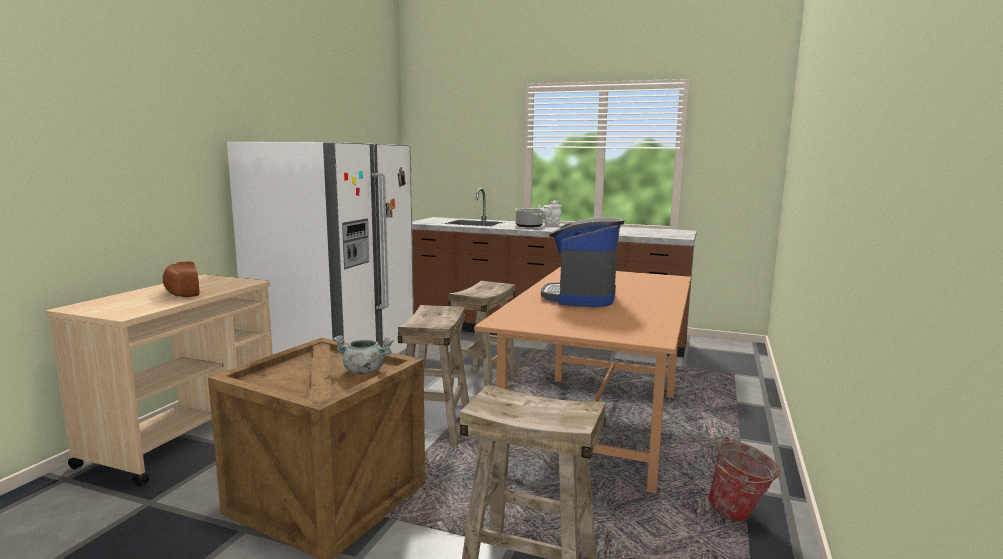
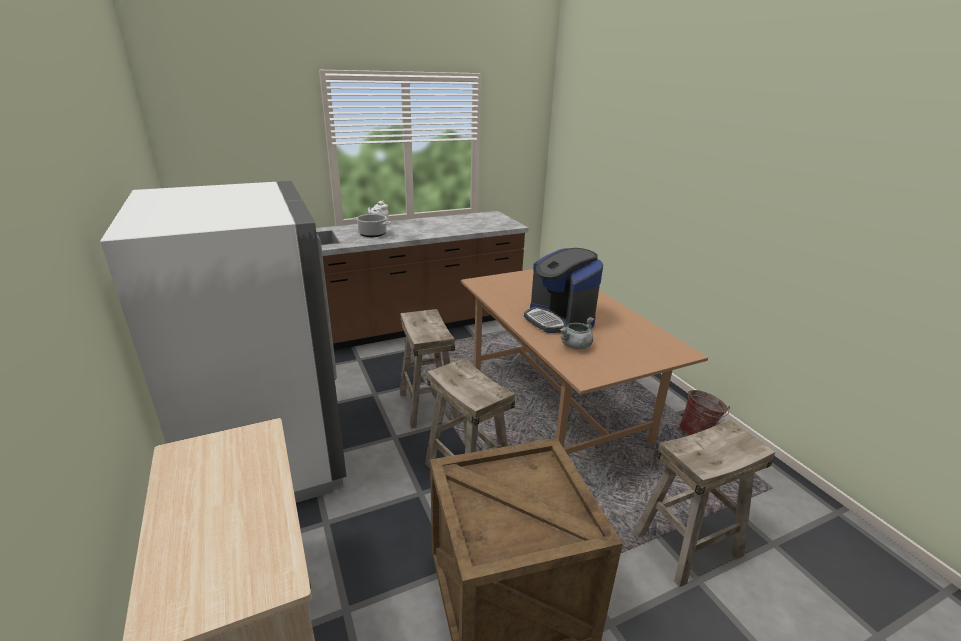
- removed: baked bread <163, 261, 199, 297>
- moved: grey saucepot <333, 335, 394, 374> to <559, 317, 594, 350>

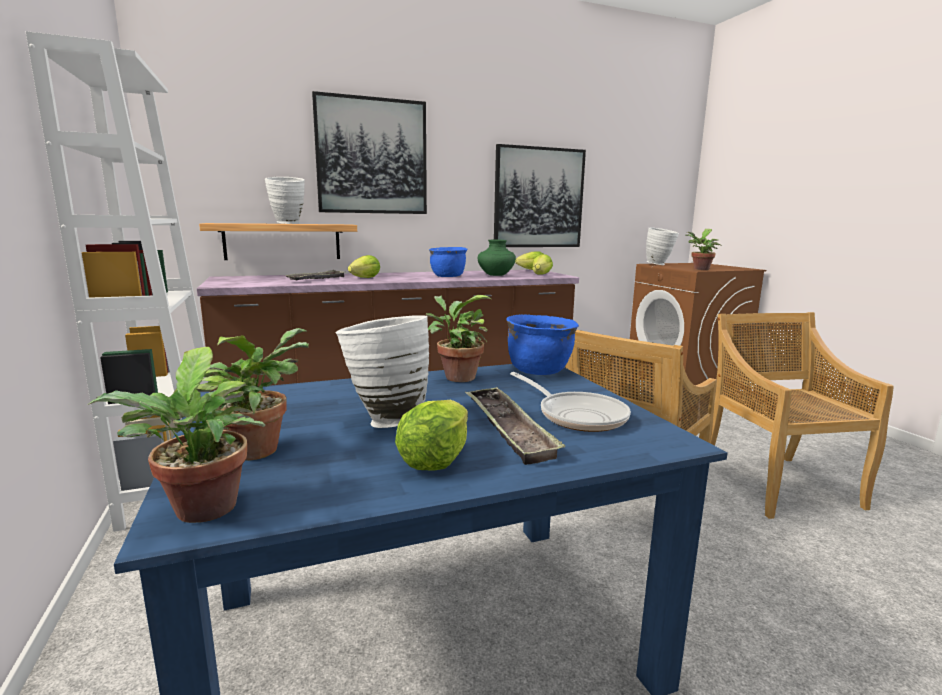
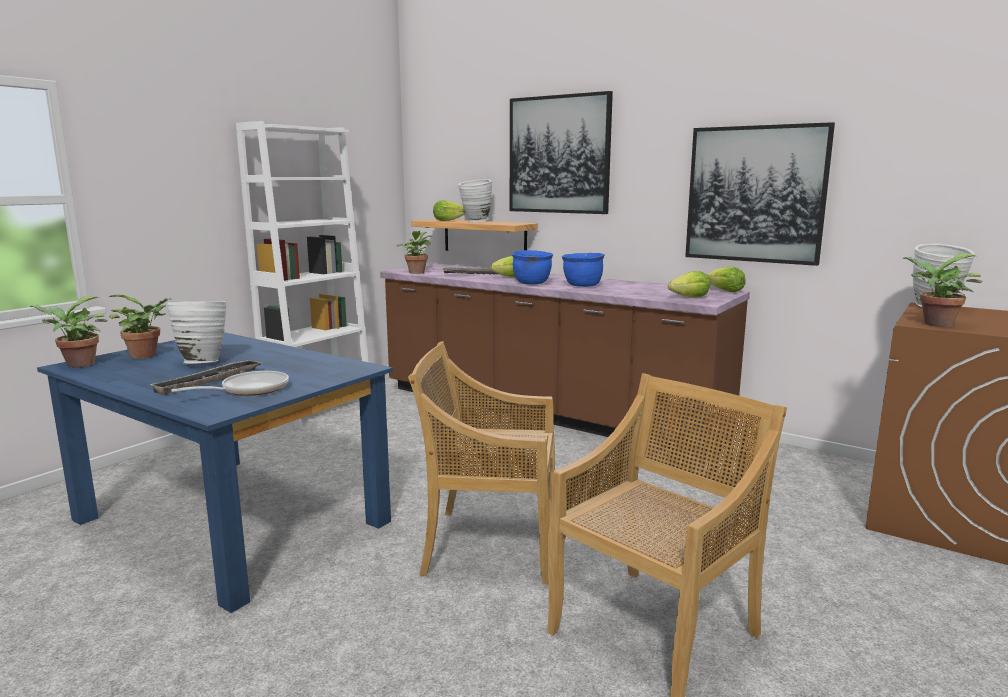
- moved: lettuce head <395, 400, 468, 470> to <433, 200, 466, 221>
- moved: potted plant <426, 295, 491, 382> to <396, 231, 433, 274>
- removed: green-coloured vase <478, 239, 516, 276>
- moved: blue saucepot <507, 314, 579, 375> to <512, 250, 553, 285>
- turned: skillet <510, 372, 631, 432> = <171, 371, 289, 396> 150 degrees counterclockwise

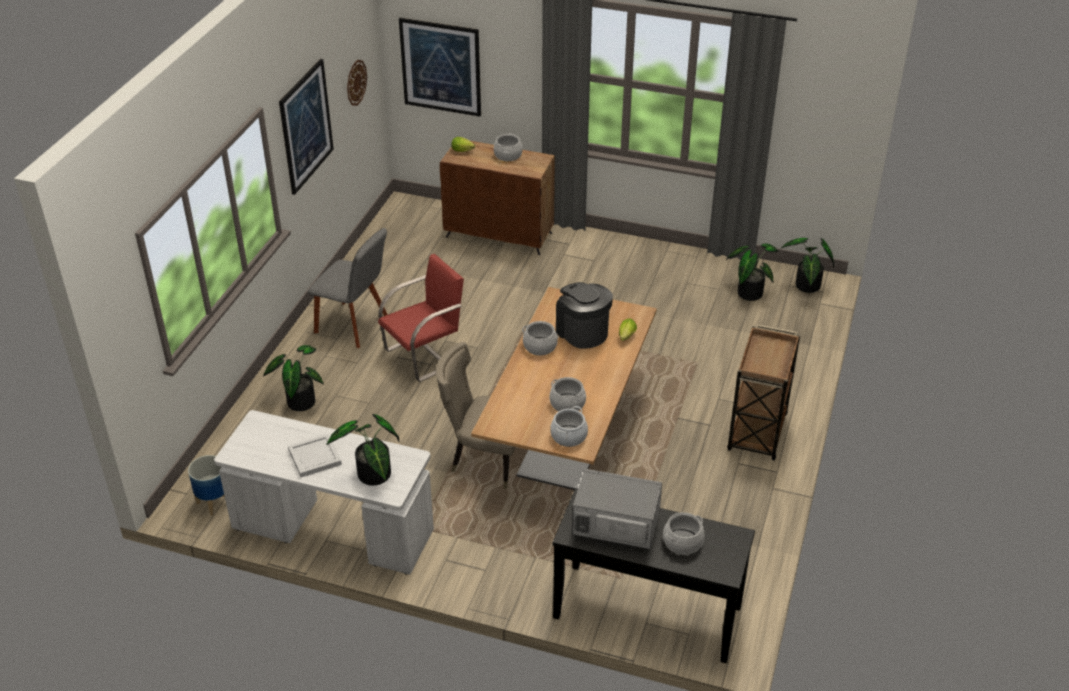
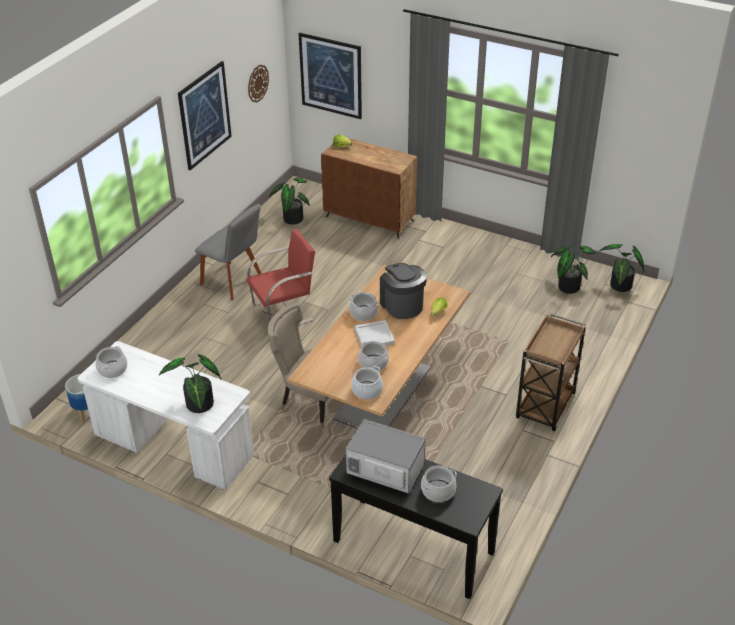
- moved: potted plant <263, 345, 324, 411> to <269, 178, 310, 225>
- moved: white-coloured carrying tray <288, 434, 342, 477> to <354, 320, 395, 346>
- moved: saucepot <494, 134, 523, 161> to <95, 346, 127, 378>

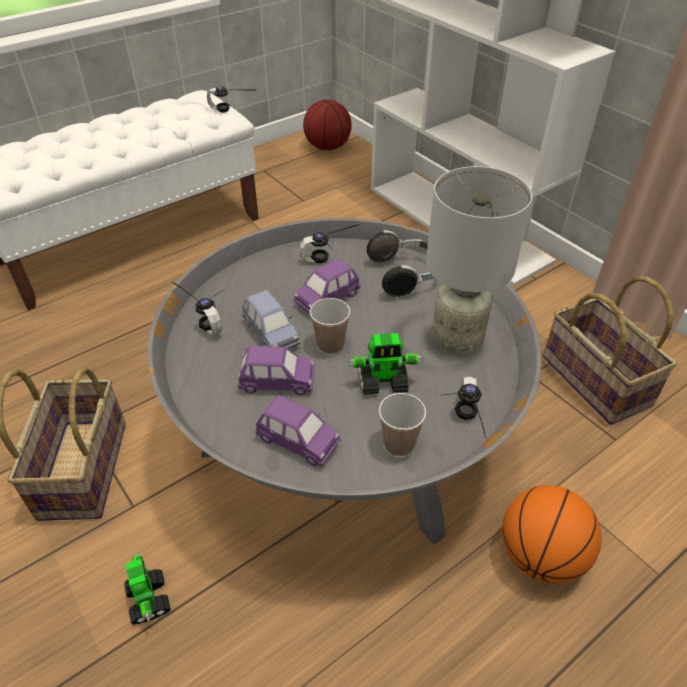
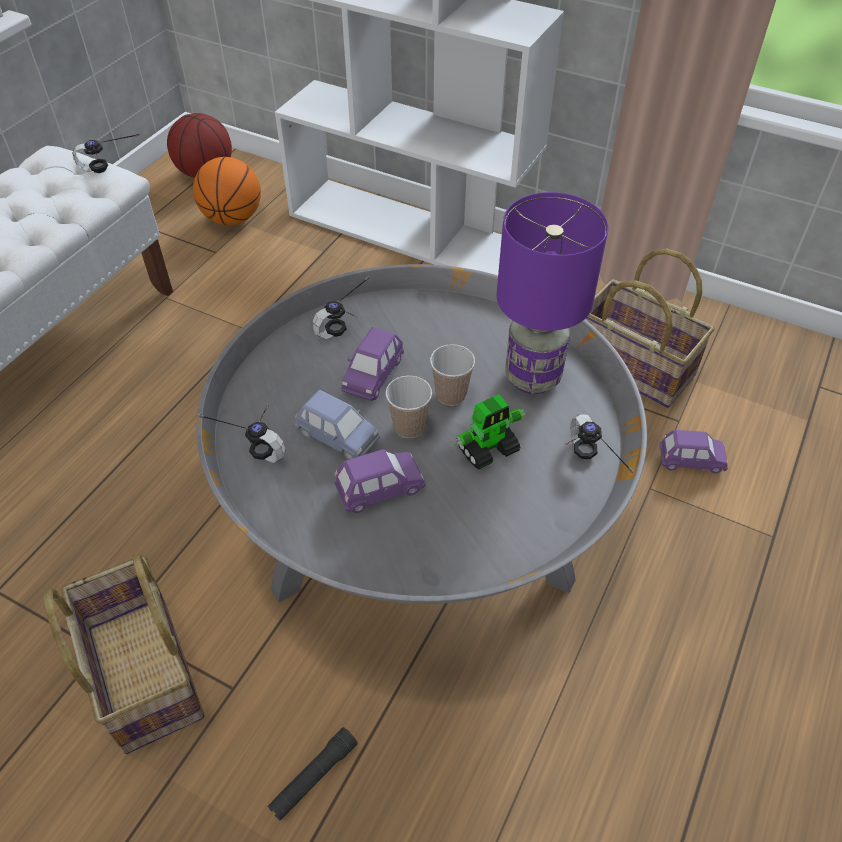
- replaced: toy robot <124, 552, 171, 625> to black-coloured torch <268, 727, 358, 820>
- moved: purple-coloured miniature car <255, 395, 341, 466> to <659, 430, 728, 473>
- removed: pair of headphones <367, 230, 434, 298>
- moved: cup <379, 393, 426, 456> to <430, 344, 475, 406>
- recoloured: grey lamp for a table <426, 166, 532, 355> to purple-coloured lamp for a table <496, 192, 608, 394>
- moved: basketball ball <502, 485, 602, 584> to <193, 157, 261, 225>

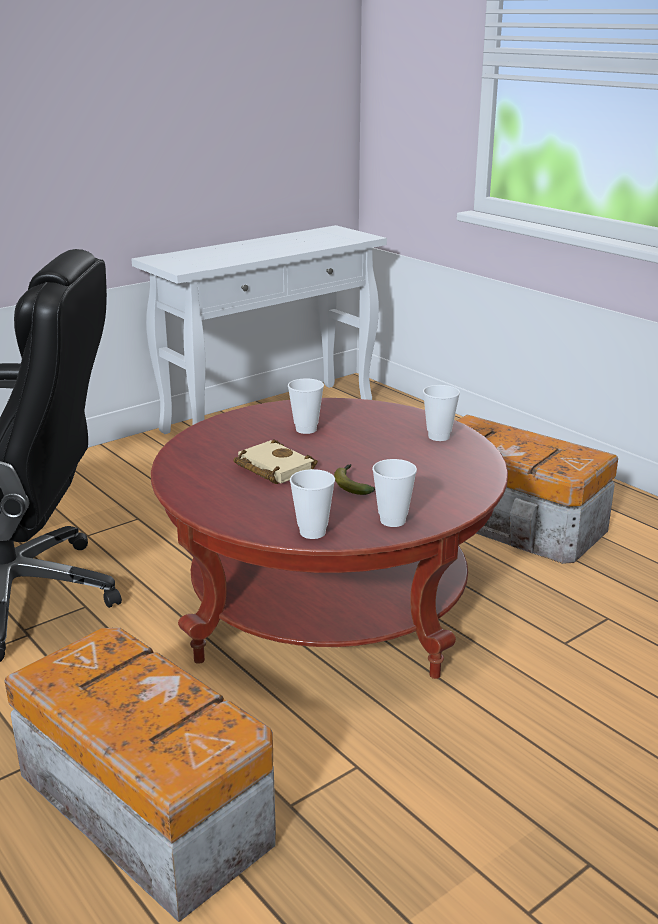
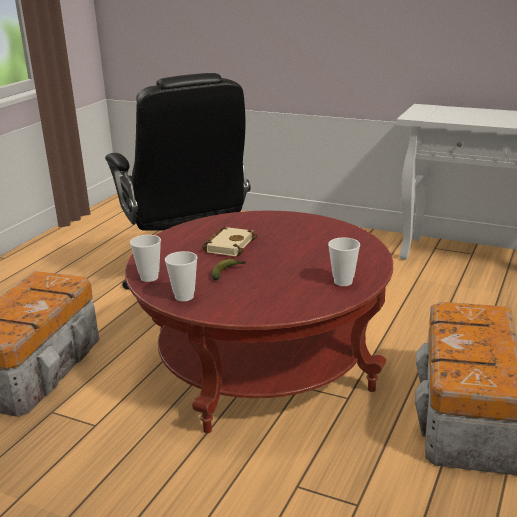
- removed: cup <288, 378, 324, 434>

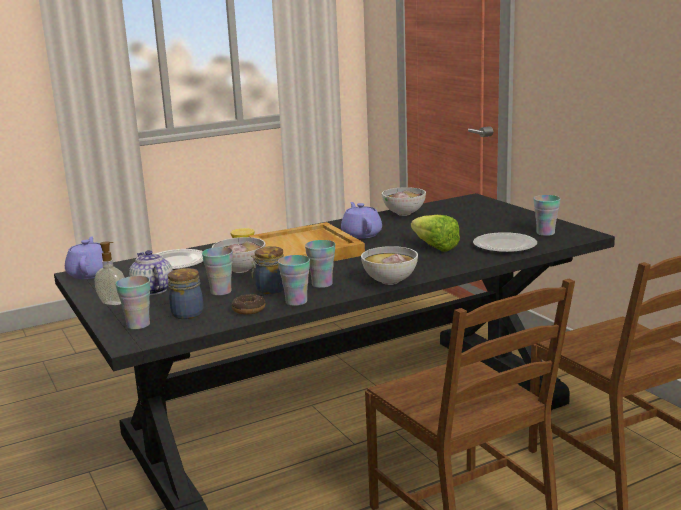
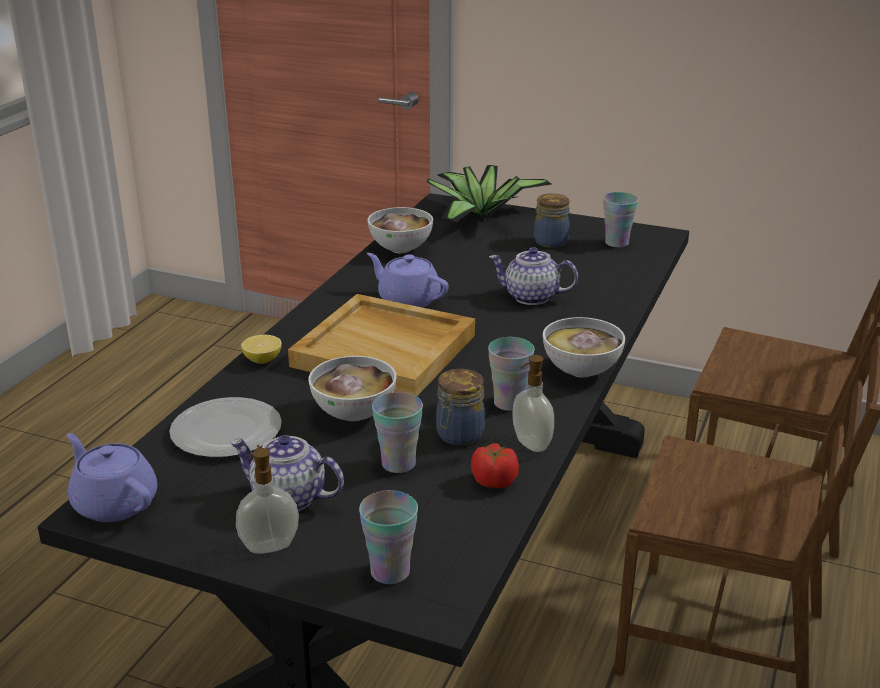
- moved: storage jar <168, 268, 204, 319> to <534, 193, 570, 248>
- replaced: donut <232, 294, 266, 315> to whole tomato <471, 443, 519, 488>
- replaced: cup <278, 255, 310, 306> to liquid soap bottle <512, 355, 554, 452>
- replaced: lettuce head <411, 215, 460, 252> to tea pot <489, 247, 578, 305>
- removed: plate <473, 232, 537, 253>
- added: potted plant <426, 165, 552, 223>

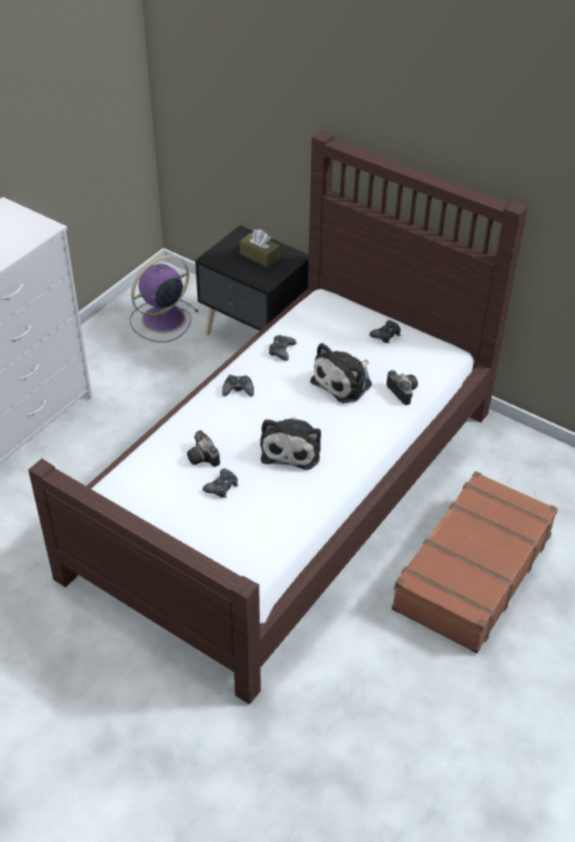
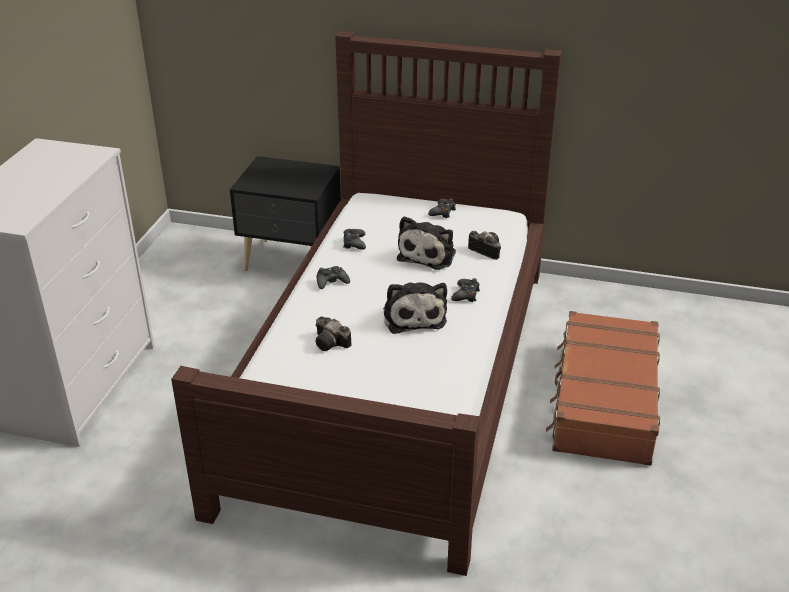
- removed: purple-coloured cooling fan <130, 255, 198, 342>
- moved: black-coloured game controller <203, 468, 238, 498> to <451, 278, 480, 302>
- removed: brown tissue holder <240, 229, 280, 268>

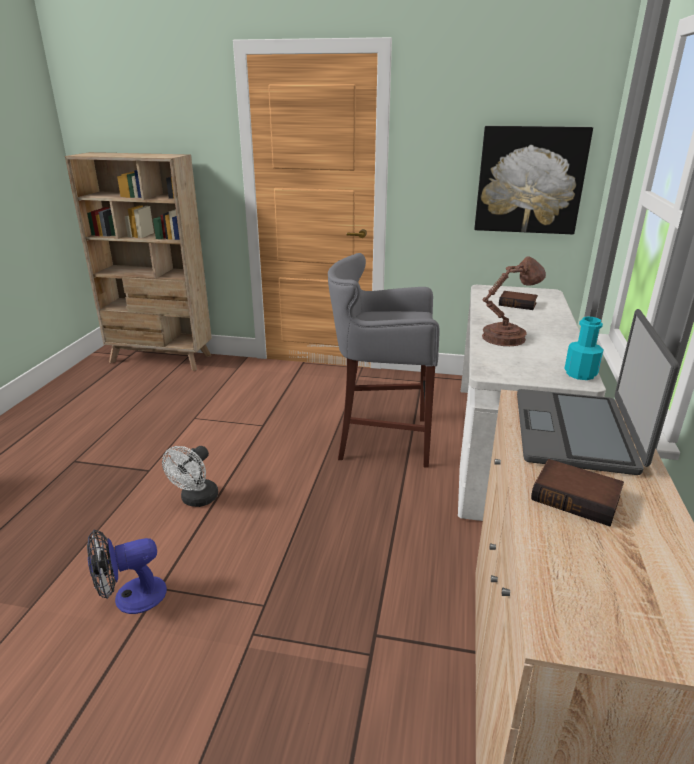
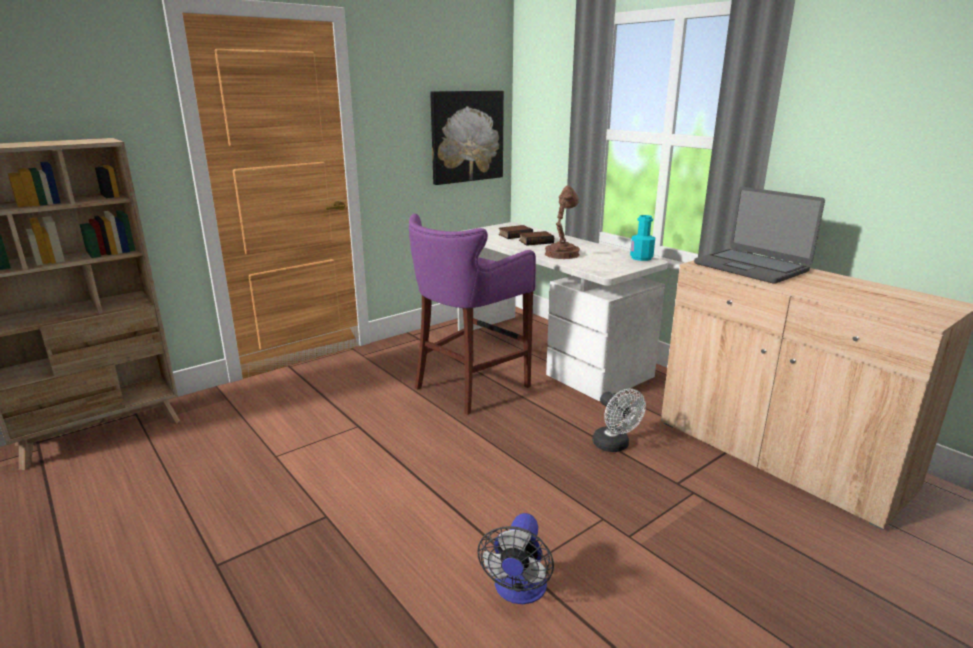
- moved: white-coloured cooling fan <162, 446, 218, 507> to <592, 389, 646, 452>
- recoloured: grey sitting stool <328, 253, 440, 468> to purple-coloured sitting stool <409, 213, 536, 415>
- moved: book <531, 459, 624, 526> to <519, 231, 554, 245>

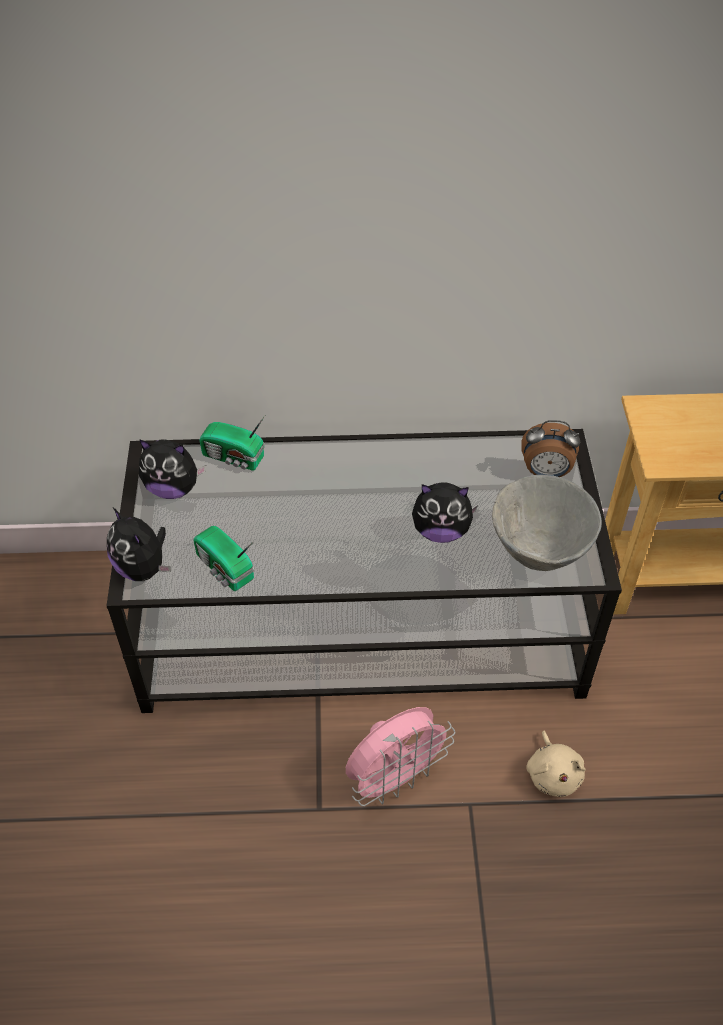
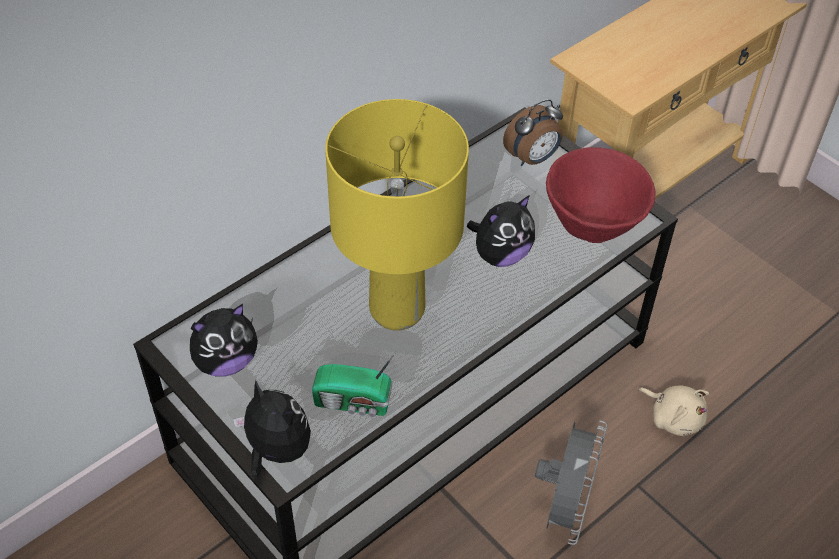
- turned: plush toy <107, 508, 171, 581> = <233, 380, 311, 478> 150 degrees counterclockwise
- removed: radio <199, 415, 265, 470>
- recoloured: pink cooling fan <346, 707, 455, 806> to grey cooling fan <535, 420, 607, 545>
- recoloured: grey serving bowl <492, 475, 602, 571> to red-coloured serving bowl <546, 147, 656, 243>
- added: yellow-coloured lamp for a table <325, 99, 469, 331>

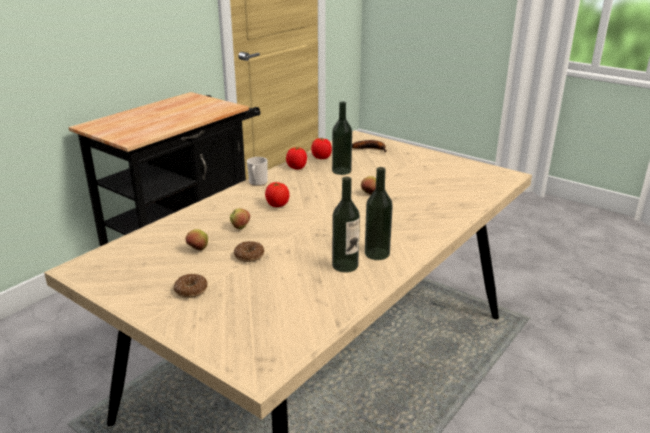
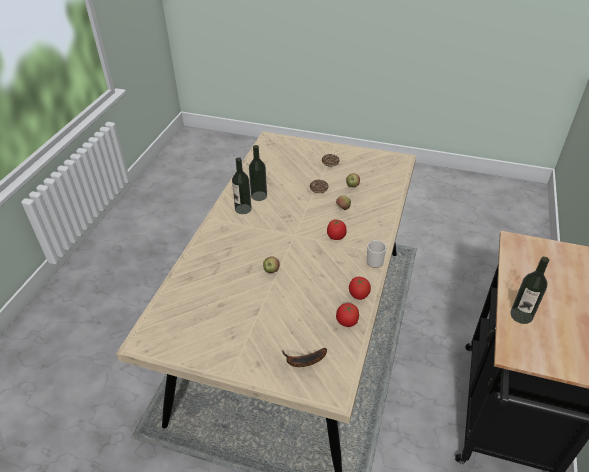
- moved: beverage bottle <332, 101, 352, 175> to <510, 257, 549, 324>

